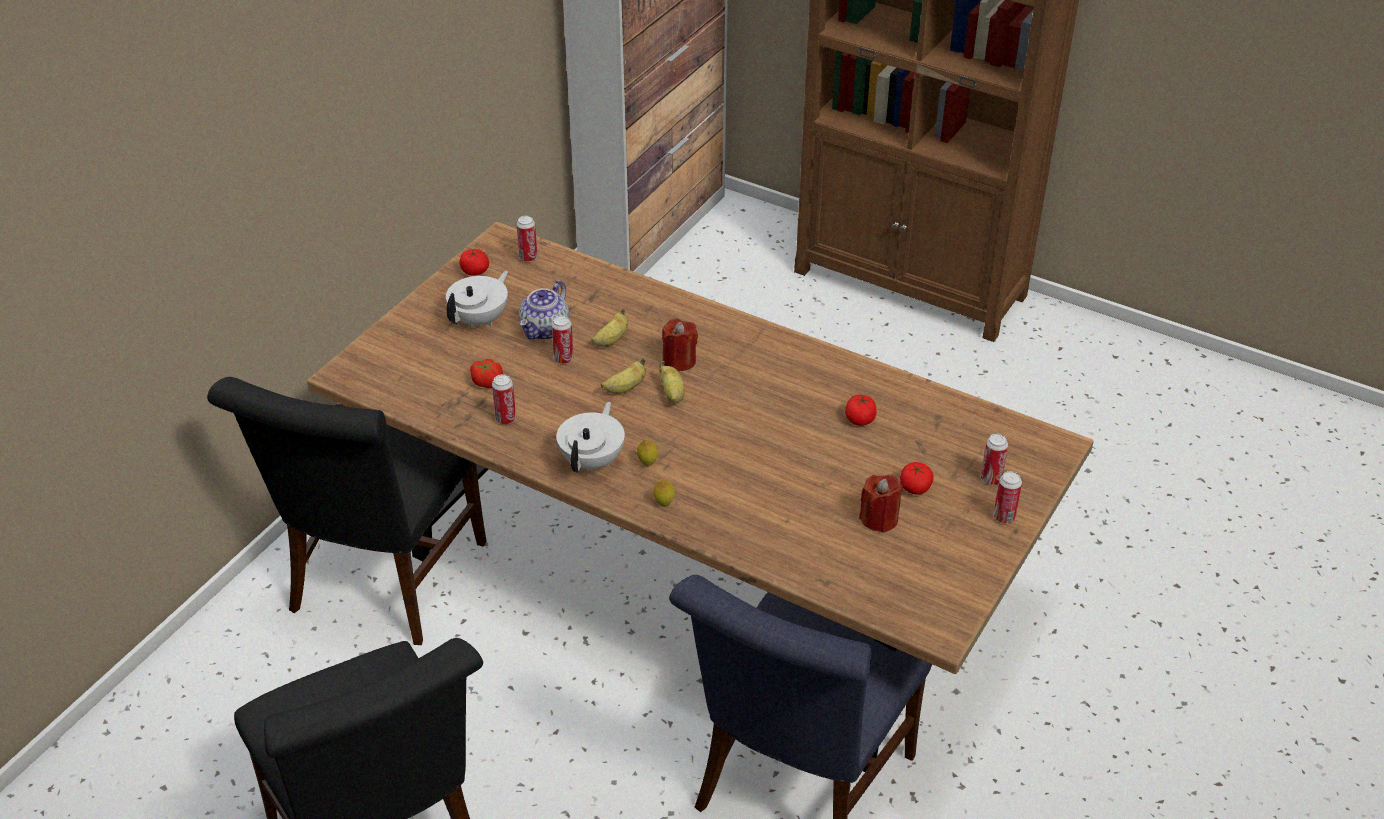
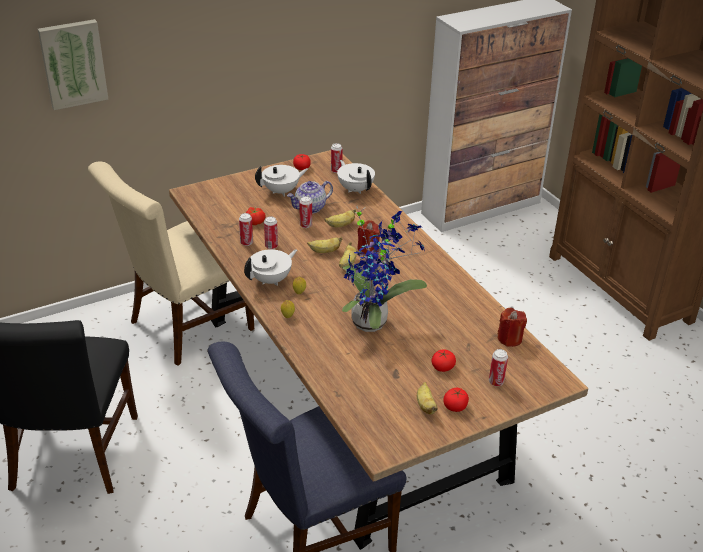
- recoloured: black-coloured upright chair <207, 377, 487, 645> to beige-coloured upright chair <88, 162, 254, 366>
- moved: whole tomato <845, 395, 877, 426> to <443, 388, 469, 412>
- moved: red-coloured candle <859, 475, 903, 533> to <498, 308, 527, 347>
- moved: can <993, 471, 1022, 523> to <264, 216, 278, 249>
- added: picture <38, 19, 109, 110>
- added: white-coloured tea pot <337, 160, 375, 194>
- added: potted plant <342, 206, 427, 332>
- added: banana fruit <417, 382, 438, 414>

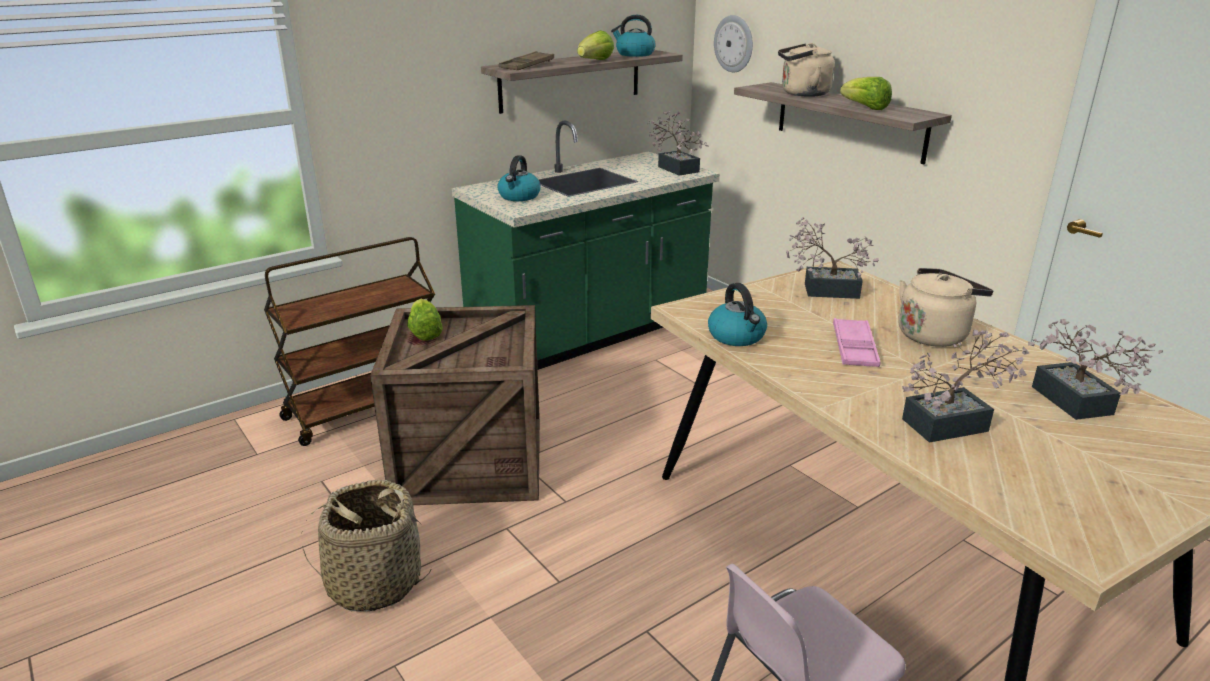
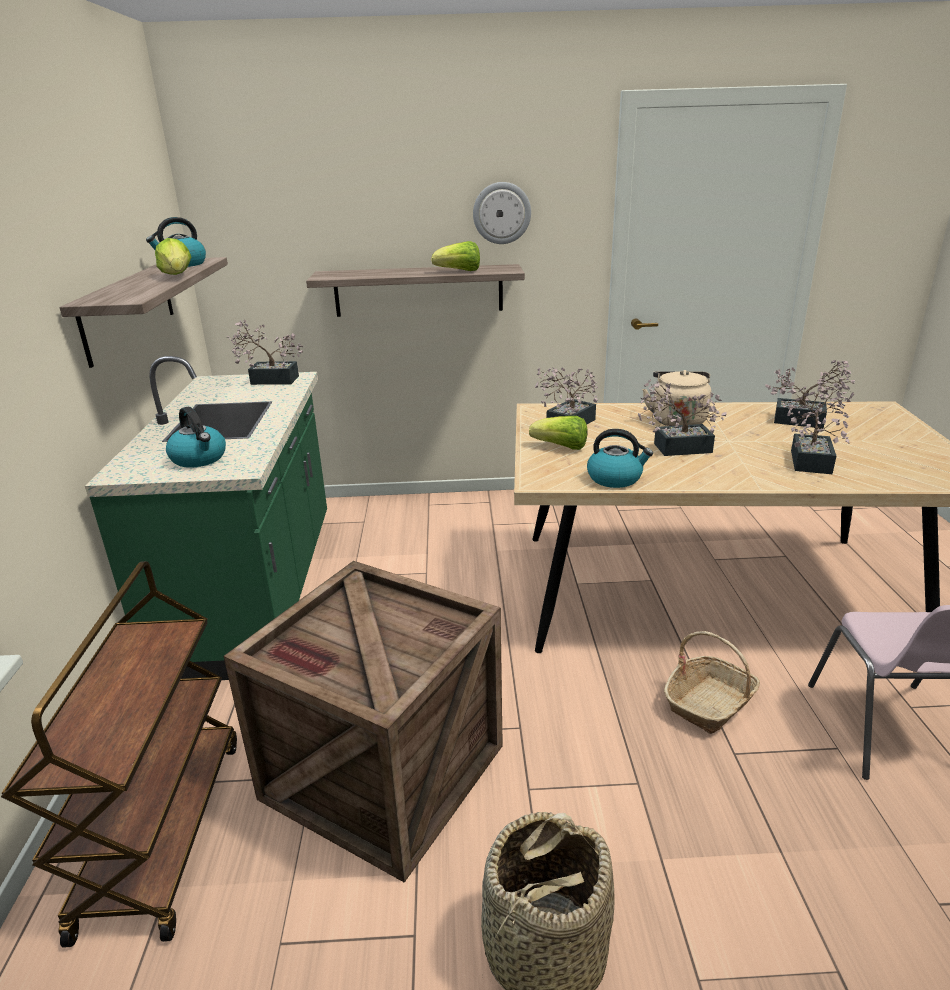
- moved: lettuce head <407, 299, 443, 340> to <529, 416, 588, 450>
- removed: brown carrying tray <499, 51, 554, 70>
- moved: clock on the wall <714, 15, 753, 72> to <473, 182, 531, 244>
- removed: beige-coloured kettle <778, 43, 835, 97>
- replaced: pink carrying tray <833, 318, 880, 367> to potted plant <638, 379, 727, 456>
- added: basket <664, 631, 760, 734>

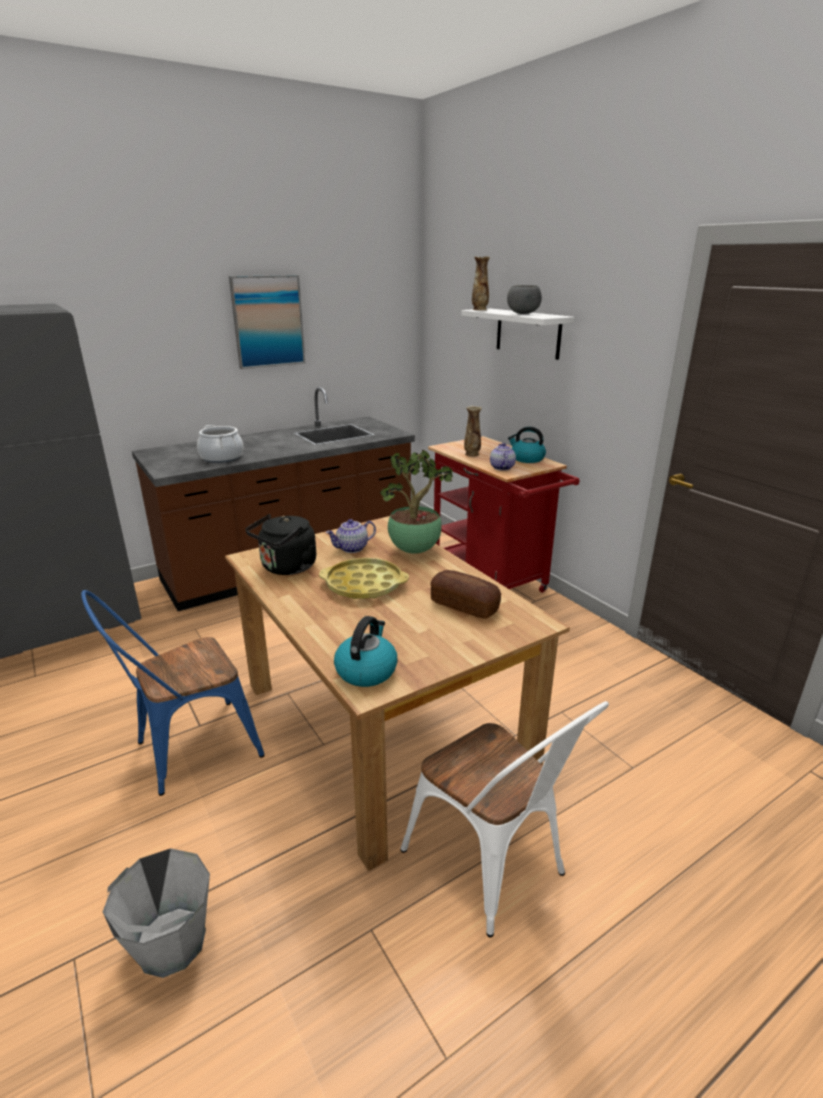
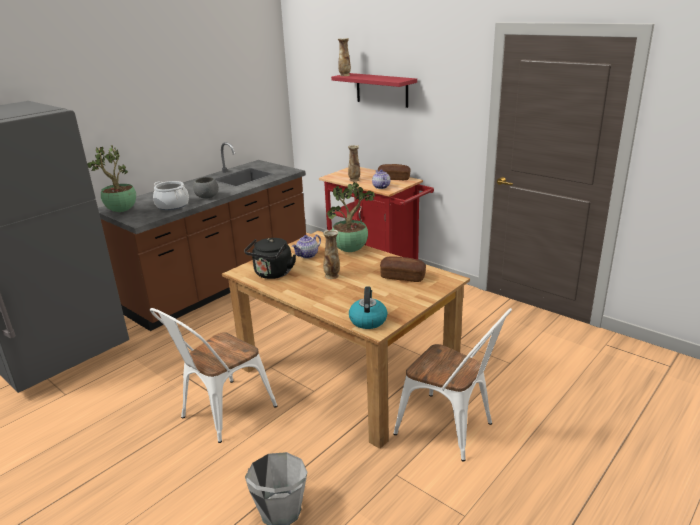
- recoloured: blue upright chair <81, 590, 265, 796> to white-coloured upright chair <150, 308, 277, 443>
- removed: picture <229, 275, 305, 369>
- replaced: yellow-coloured carrying tray <319, 558, 409, 599> to vase <323, 230, 340, 279>
- recoloured: white-coloured shelf <461, 309, 575, 360> to red-coloured shelf <331, 73, 417, 108>
- moved: grey serving bowl <507, 285, 542, 314> to <193, 177, 219, 199>
- replaced: kettle <508, 427, 546, 463> to baked bread <378, 164, 411, 180>
- added: potted plant <87, 145, 136, 212>

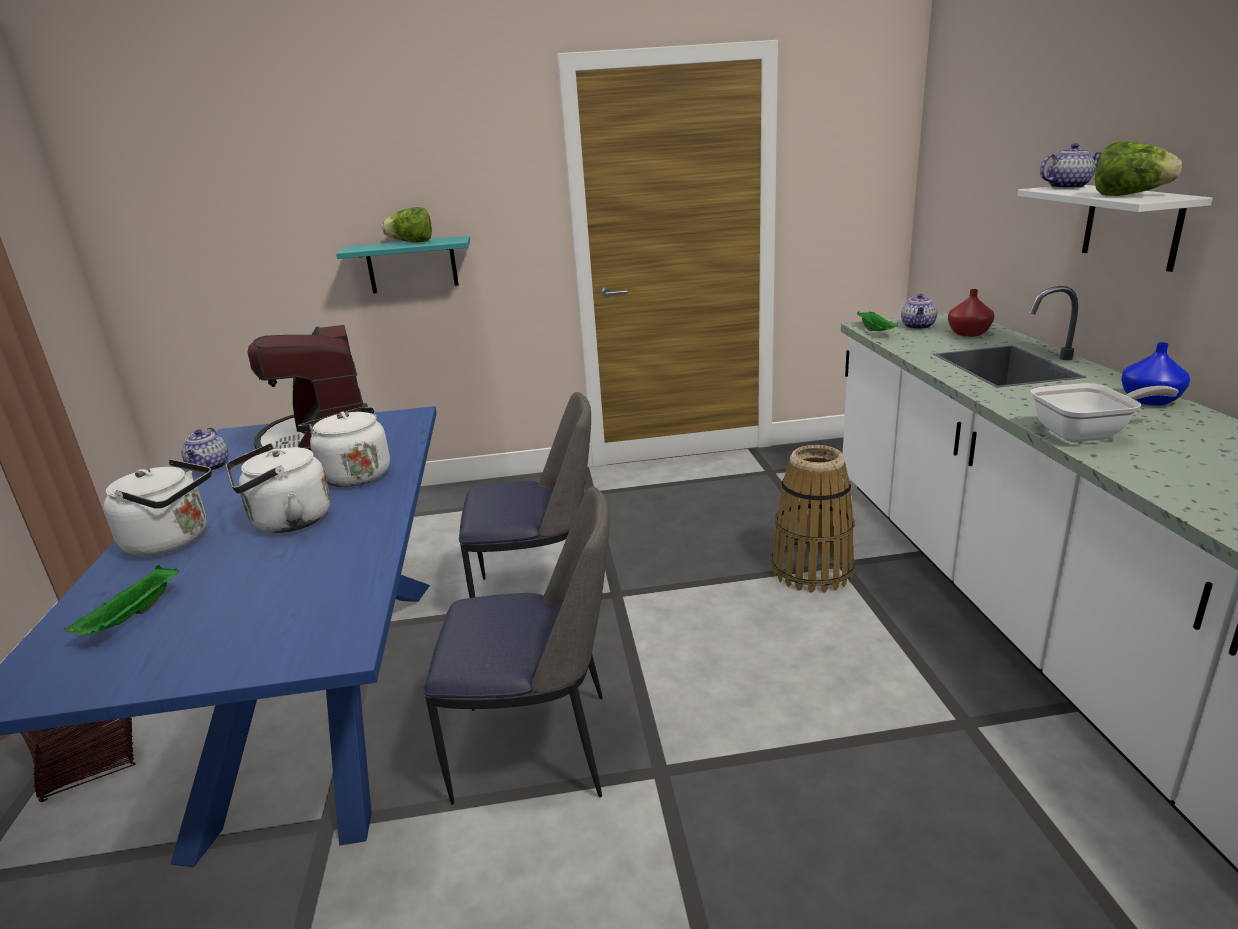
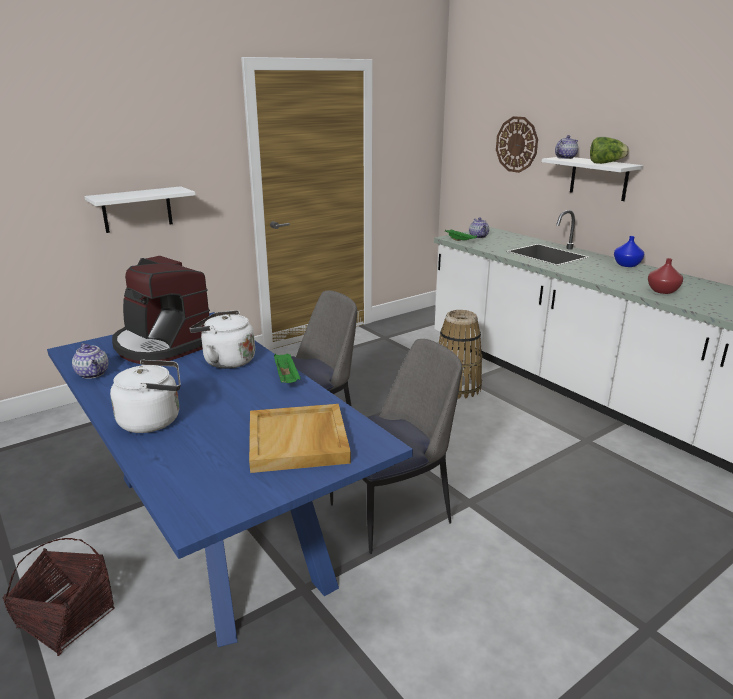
- moved: green-coloured carrying tray <64, 565, 178, 635> to <274, 354, 300, 383>
- removed: white-coloured kettle <226, 443, 331, 533>
- recoloured: turquoise shelf <336, 236, 470, 293> to white-coloured shelf <84, 186, 195, 233>
- removed: lettuce head <382, 207, 432, 243>
- moved: red-coloured vase <948, 289, 995, 337> to <648, 258, 683, 294>
- removed: skillet <1031, 383, 1179, 442>
- added: beige-coloured carrying tray <249, 404, 351, 473>
- added: clock on the wall <496, 116, 538, 173>

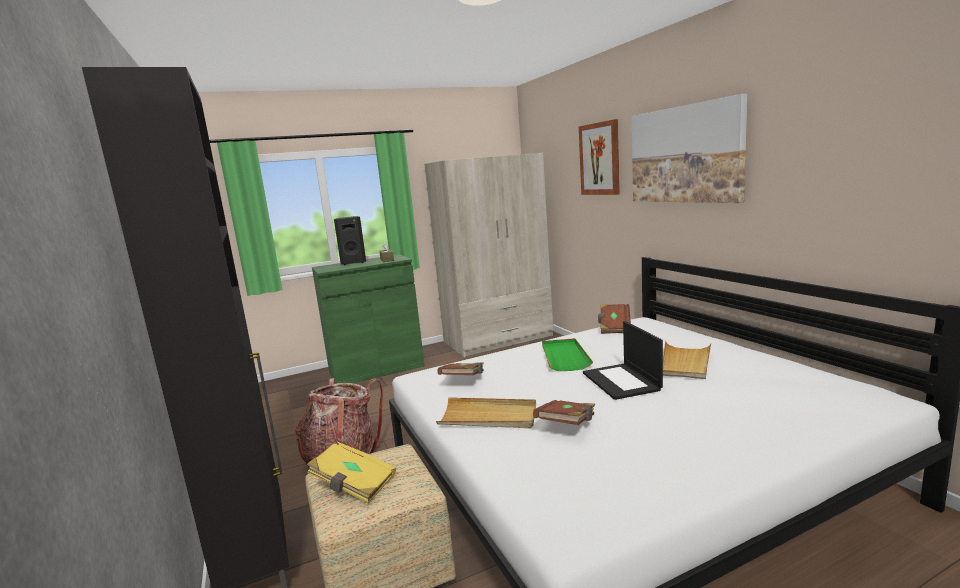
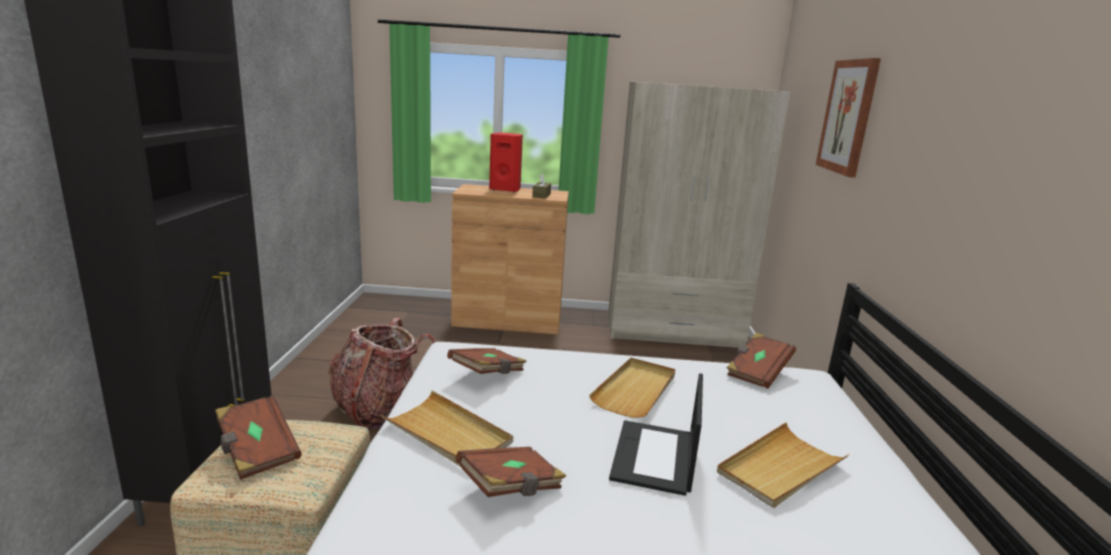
- recoloured: yellow-coloured book <307, 440, 396, 504> to brown book <215, 395, 302, 480>
- recoloured: green-coloured cupboard <312, 254, 425, 384> to brown cupboard <451, 184, 569, 334>
- recoloured: black-coloured speaker <334, 216, 366, 265> to red-coloured speaker <489, 133, 523, 192>
- recoloured: green-coloured carrying tray <542, 338, 593, 371> to beige-coloured carrying tray <589, 358, 675, 418>
- removed: picture <632, 94, 748, 203>

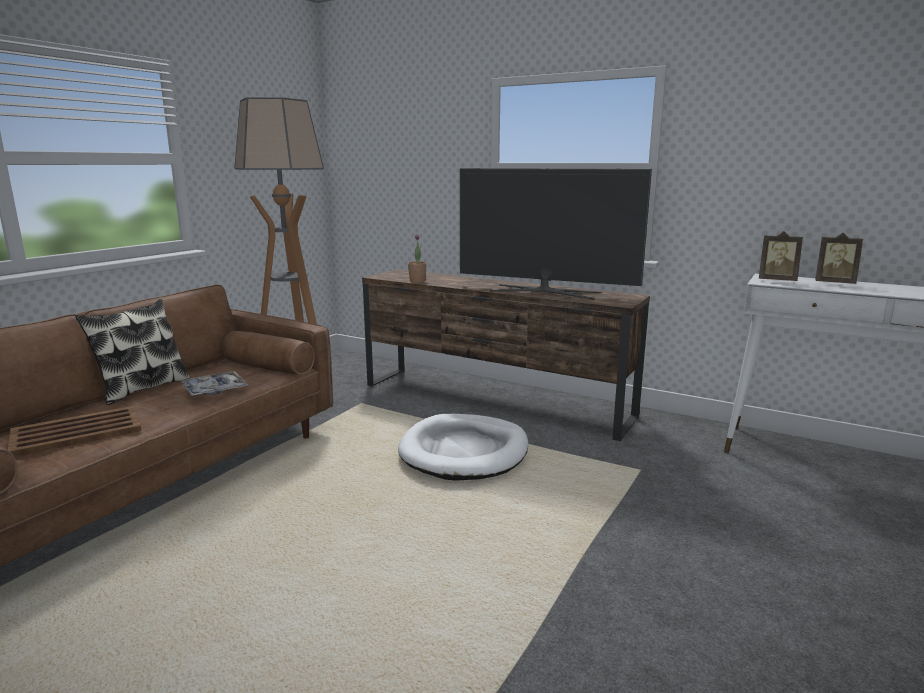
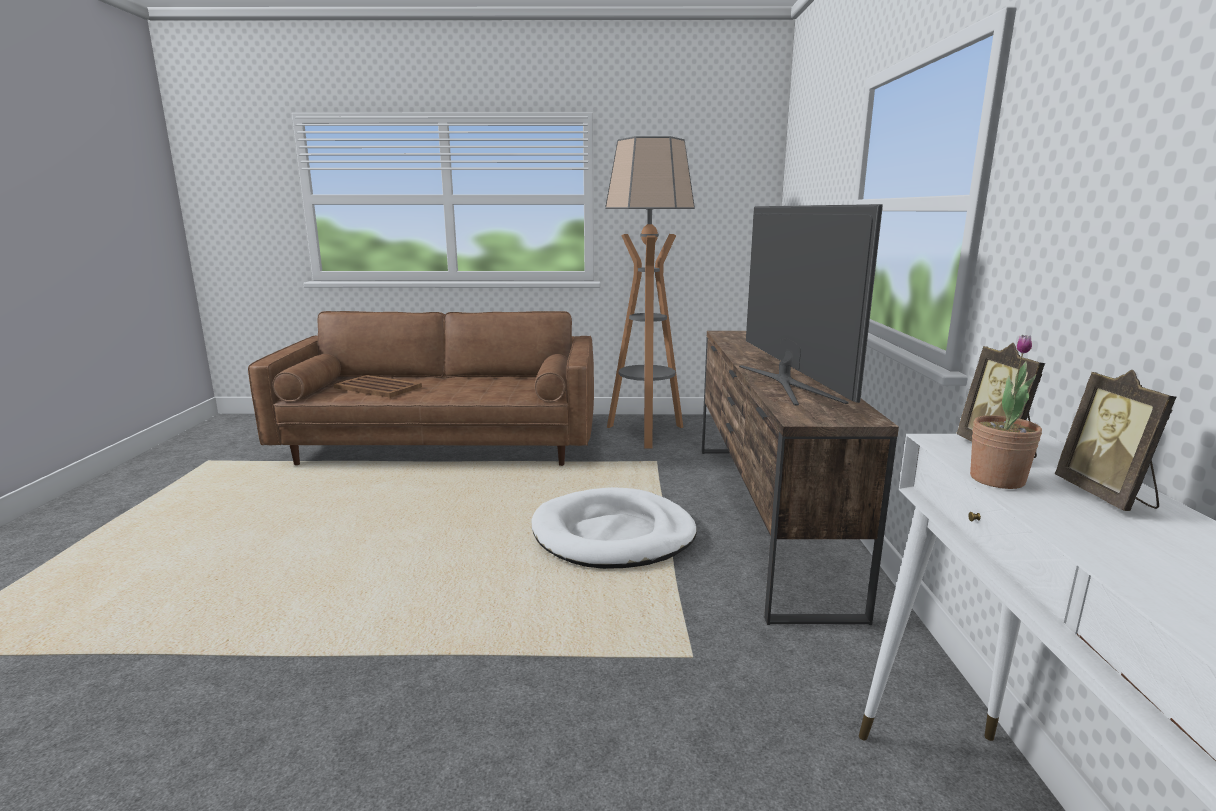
- removed: cushion <75, 299, 190, 405>
- removed: carrying tray <181, 371, 248, 396>
- moved: potted plant <408, 234, 426, 283> to <970, 334, 1042, 489>

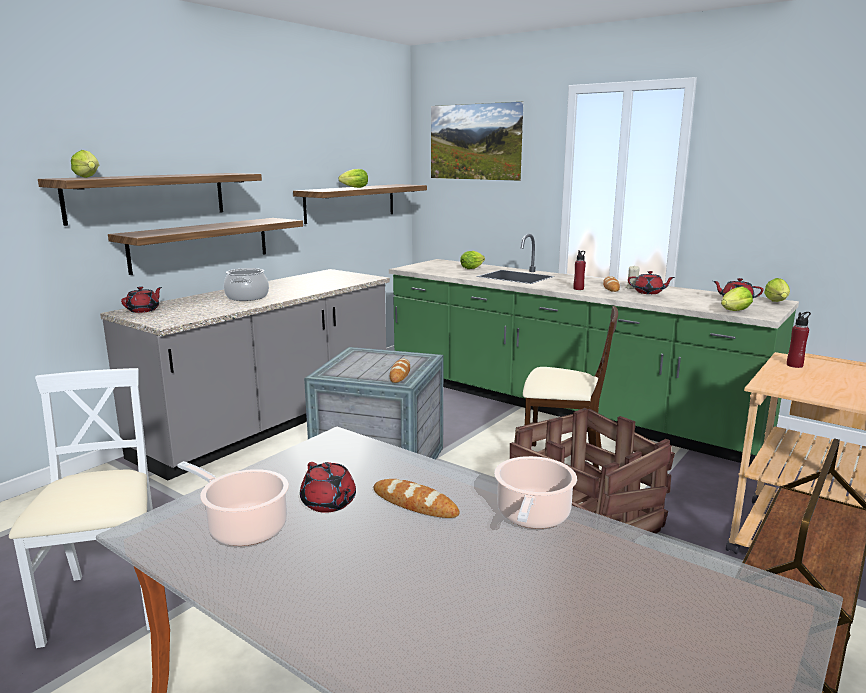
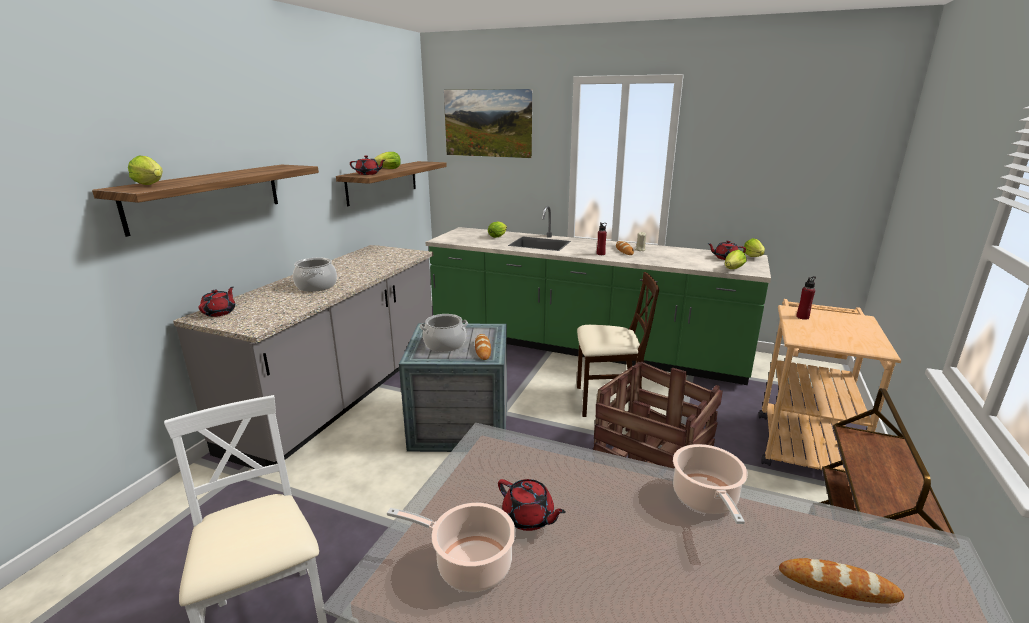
- removed: shelf <108, 218, 303, 275>
- moved: baked bread <374, 479, 460, 518> to <779, 558, 904, 604>
- moved: red-coloured tea pot <628, 271, 675, 294> to <350, 155, 385, 175>
- added: saucepot <420, 314, 468, 352>

